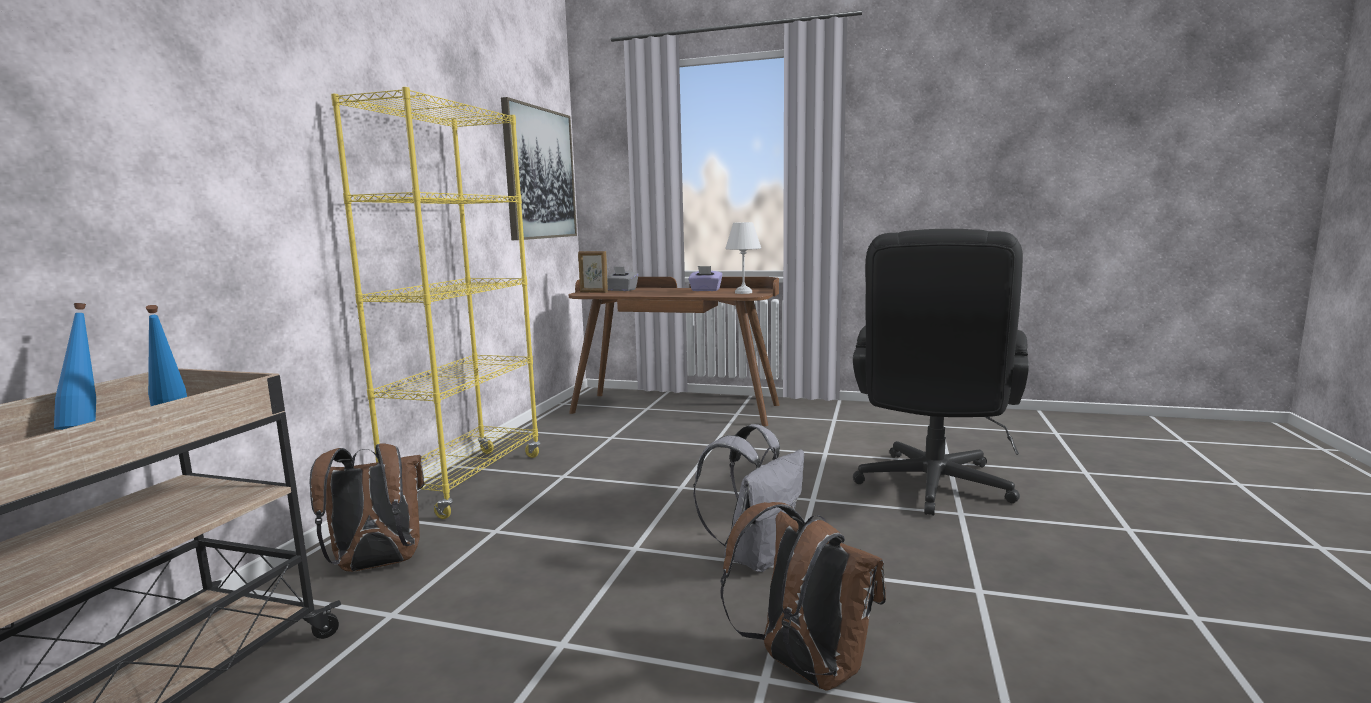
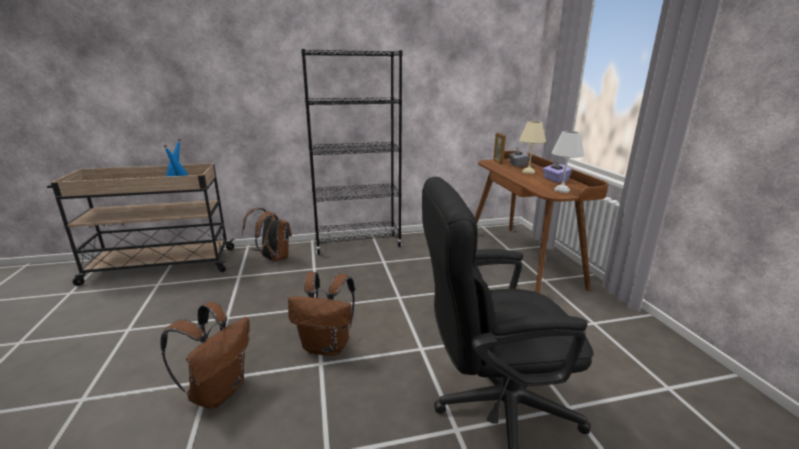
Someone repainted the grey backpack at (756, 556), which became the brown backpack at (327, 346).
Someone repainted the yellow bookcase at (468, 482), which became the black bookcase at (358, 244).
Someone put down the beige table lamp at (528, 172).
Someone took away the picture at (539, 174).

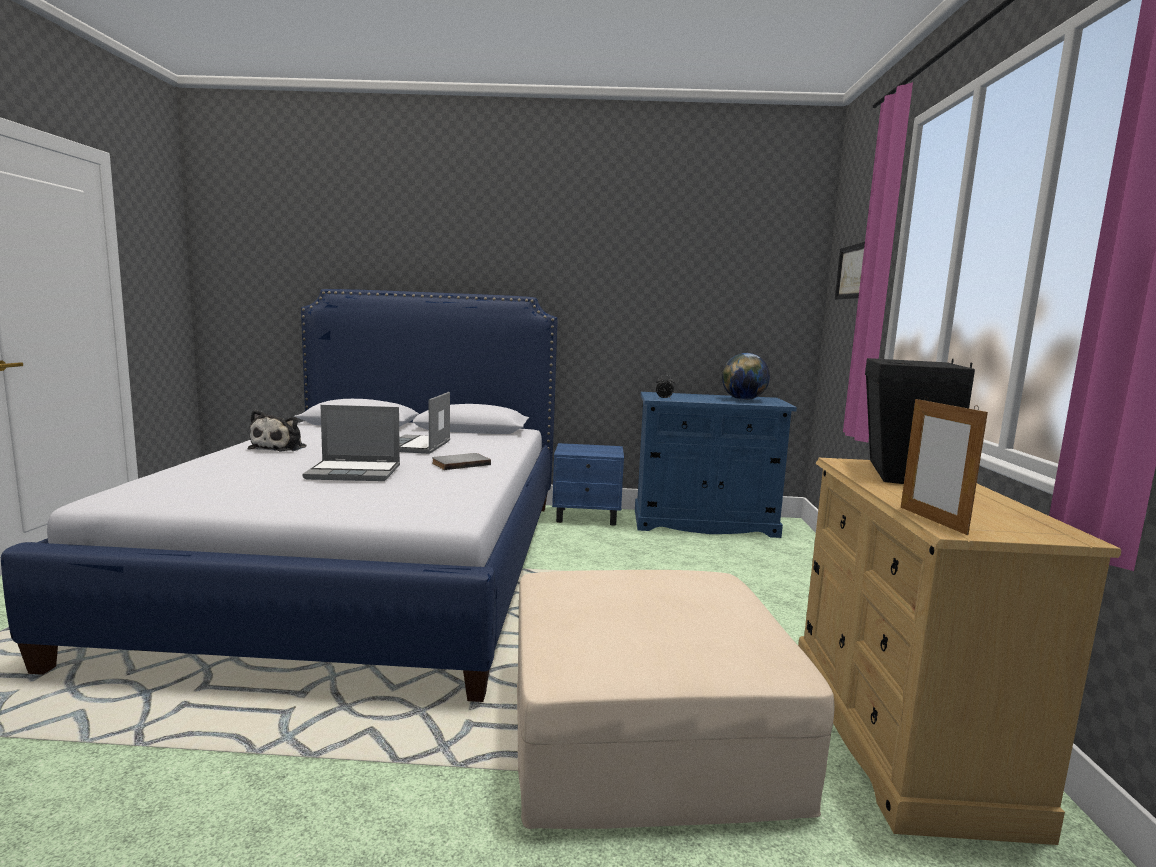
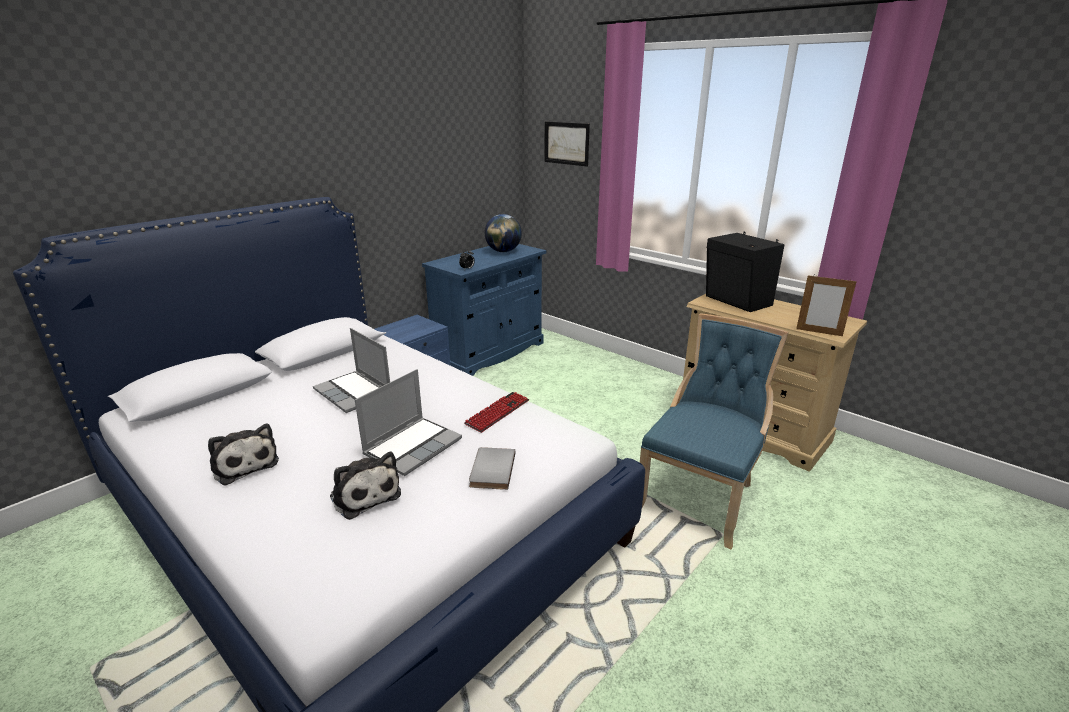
Someone put down the plush toy at (364, 494).
Someone put down the keyboard at (497, 412).
Someone carried the grey book from (460, 463) to (490, 470).
Someone swapped the beige ottoman at (647, 731) for the blue chair at (700, 496).

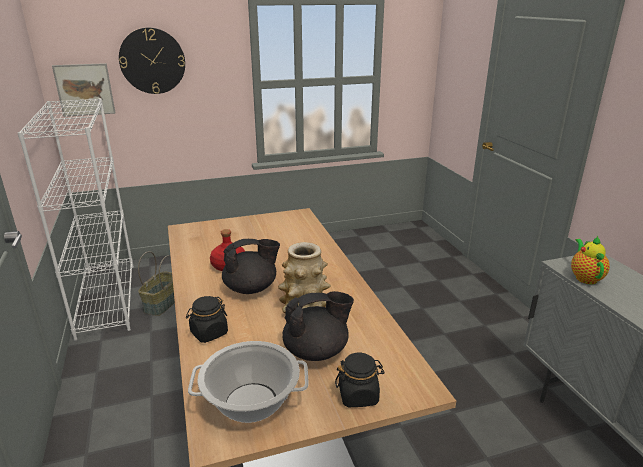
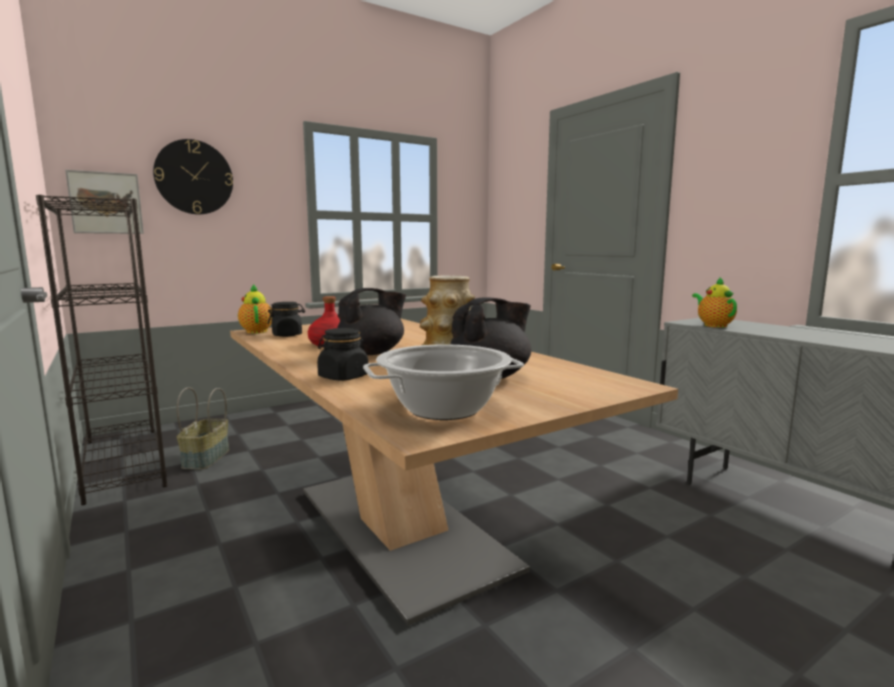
Someone repainted the white bookcase at (106, 298), which became the black bookcase at (122, 462).
Someone put down the teapot at (256, 331).
Someone carried the black jar from (358, 395) to (287, 335).

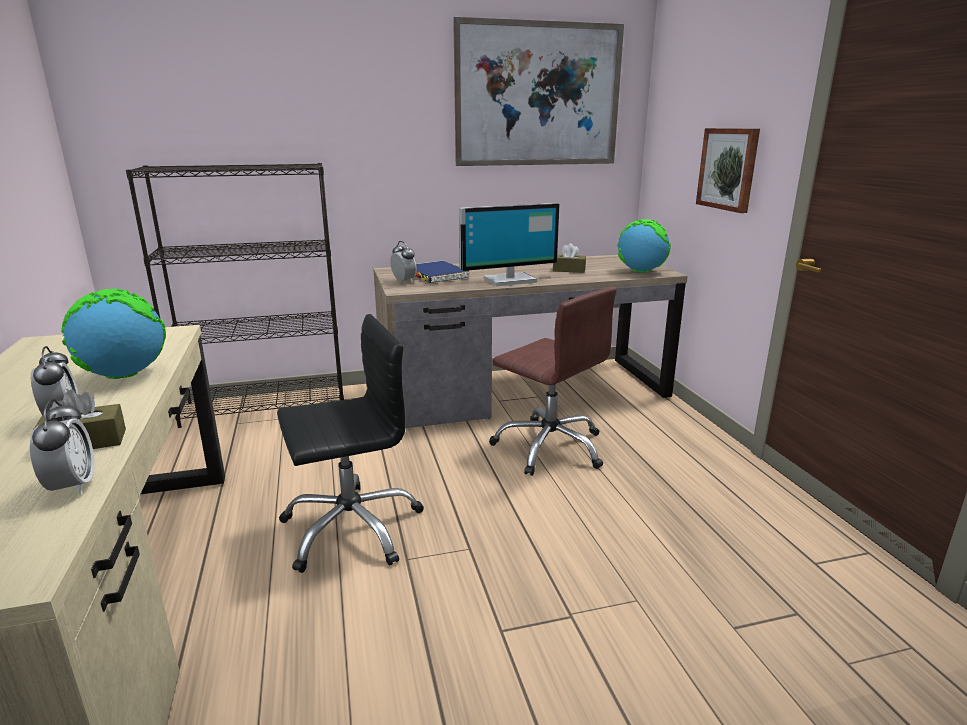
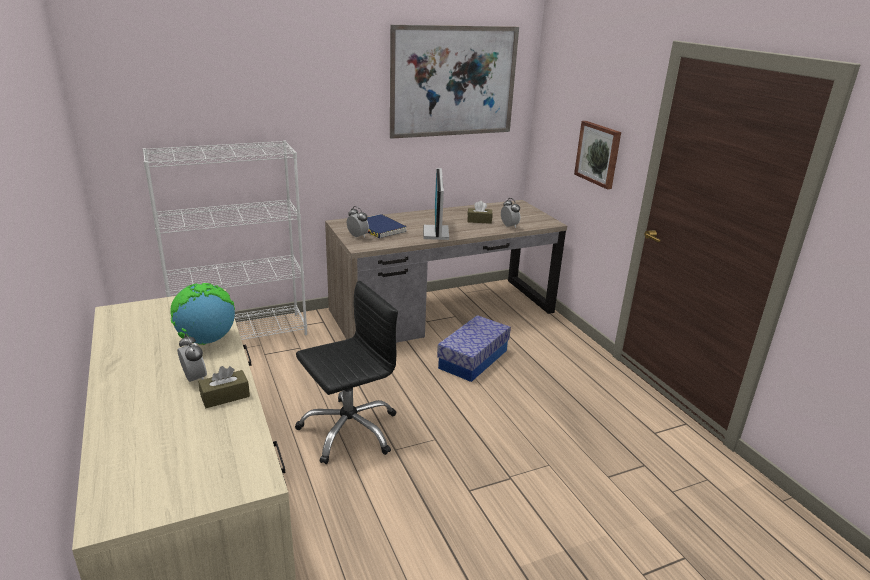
Someone repainted the black bookcase at (266, 405), which became the white bookcase at (242, 334).
Someone rotated the monitor at (509, 280) by 120 degrees clockwise.
Someone swapped the brown office chair at (550, 447) for the storage box at (473, 359).
Someone carried the alarm clock from (72, 486) to (509, 226).
Someone took away the globe at (640, 271).

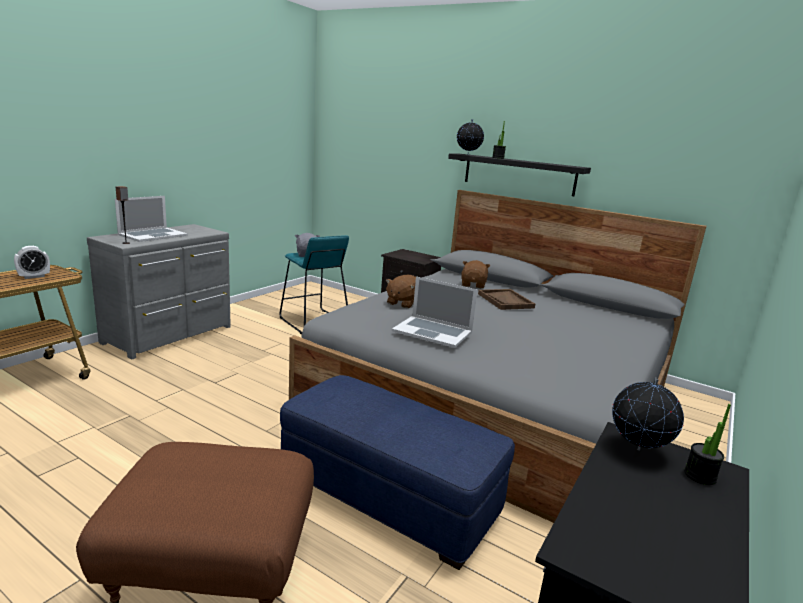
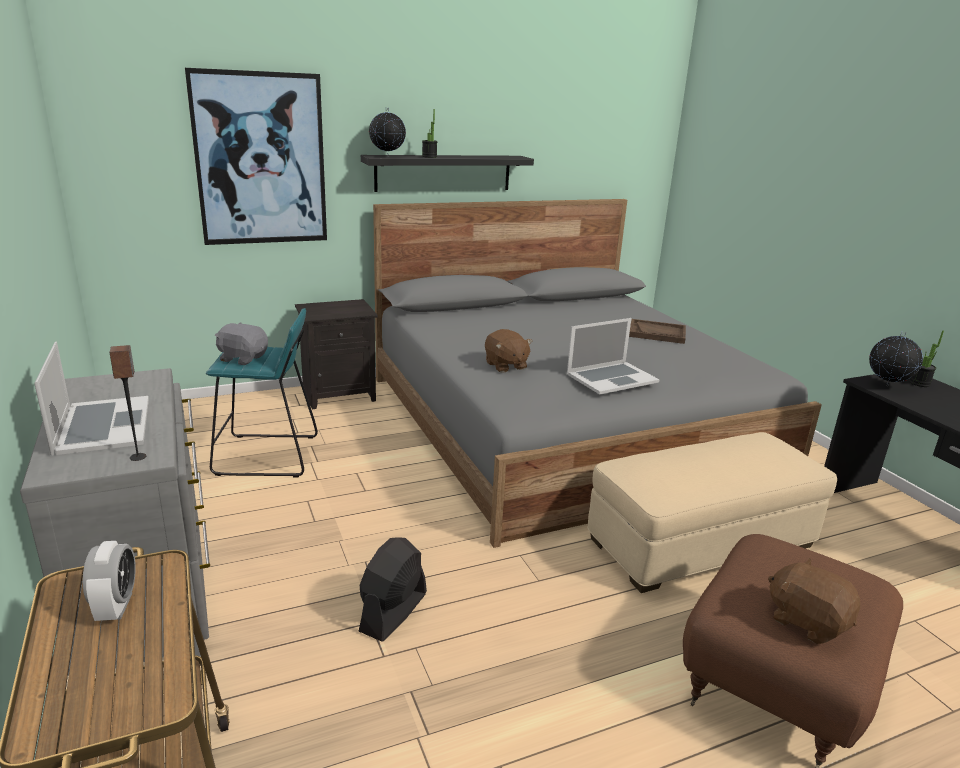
Someone put up the picture at (261, 160).
Someone put down the black fan at (393, 612).
Someone repainted the blue ottoman at (388, 494), which became the beige ottoman at (700, 543).
Someone carried the brown tray from (505, 301) to (657, 333).
Someone carried the brown plush toy from (473, 285) to (807, 621).

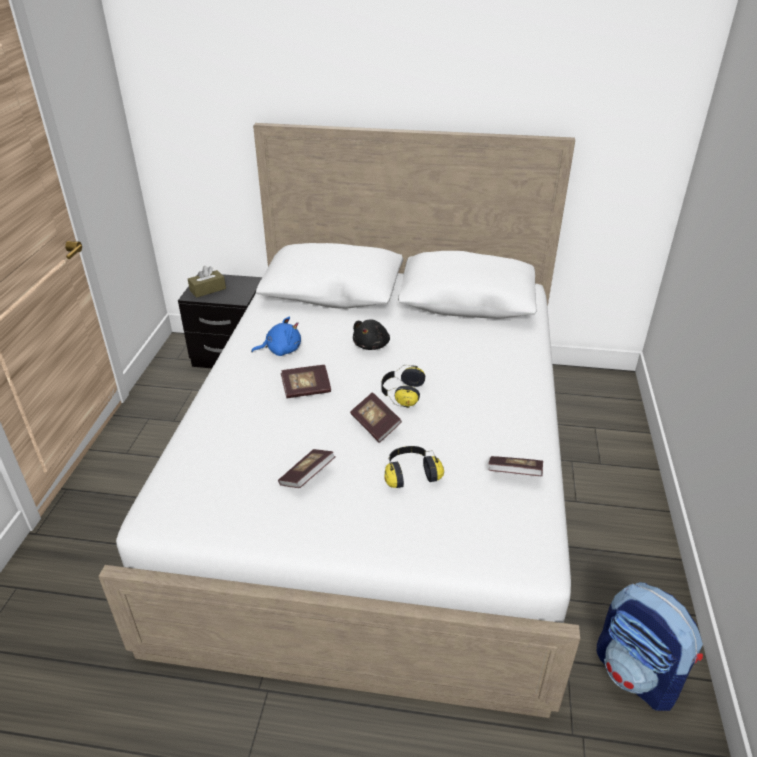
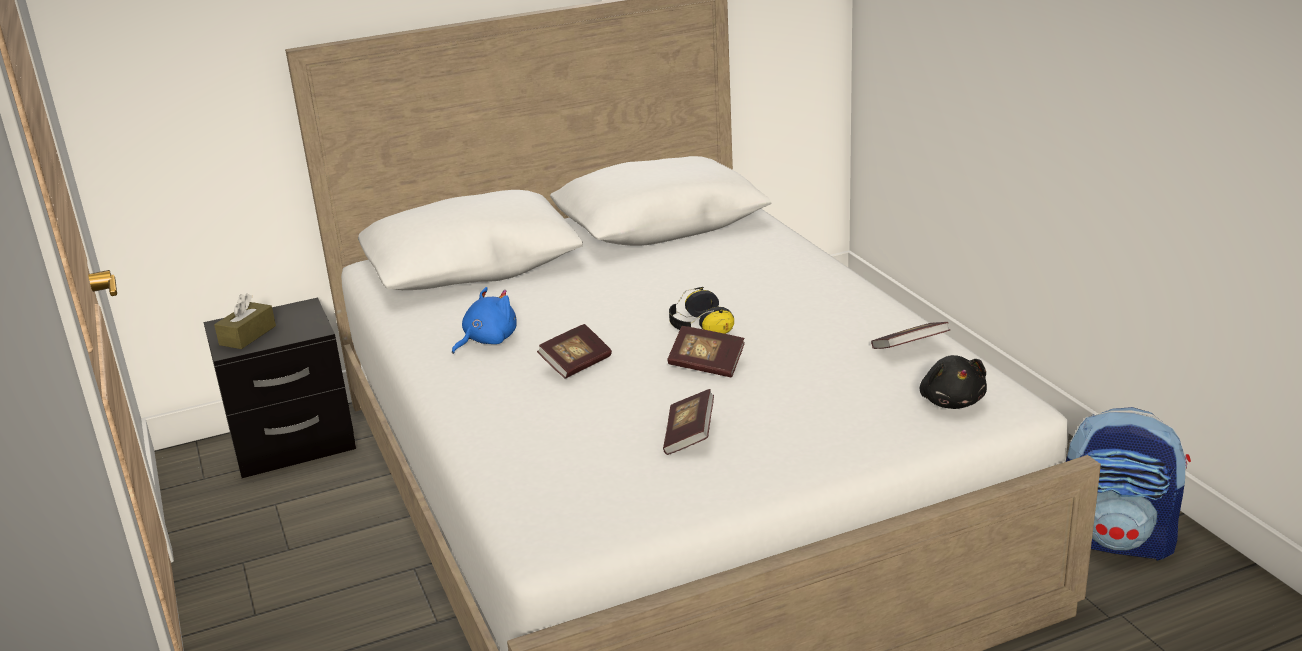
Someone carried the black plush toy from (372, 345) to (951, 401).
Someone took away the headphones at (410, 474).

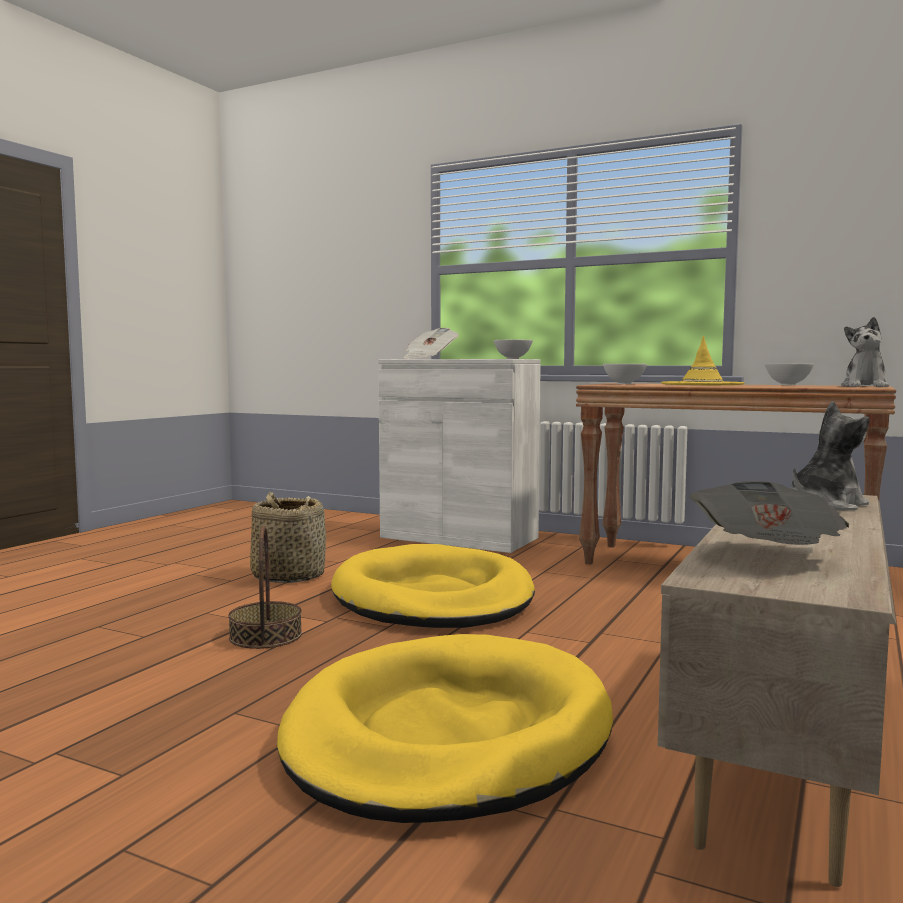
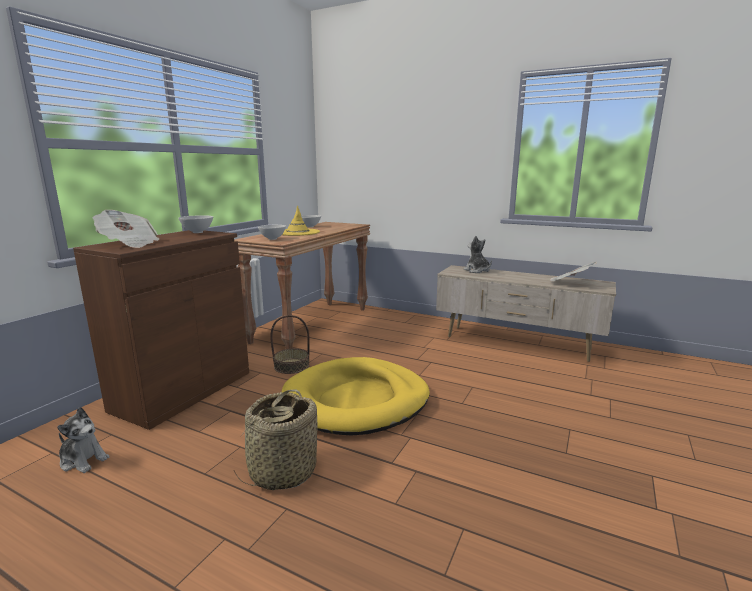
Someone carried the plush toy from (865, 386) to (83, 460).
Someone repainted the white cabinet at (459, 537), which became the brown cabinet at (183, 391).
Someone carried the basket from (266, 636) to (291, 366).
Someone took away the yellow dog bed at (448, 735).

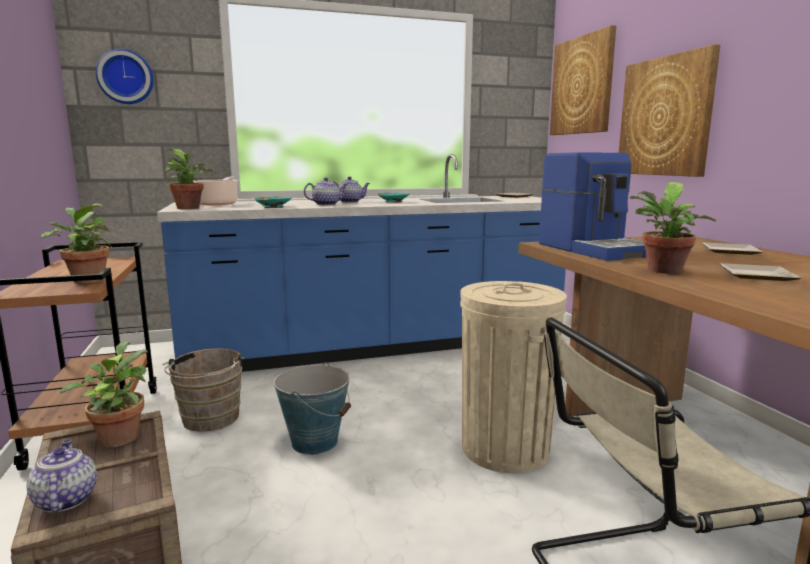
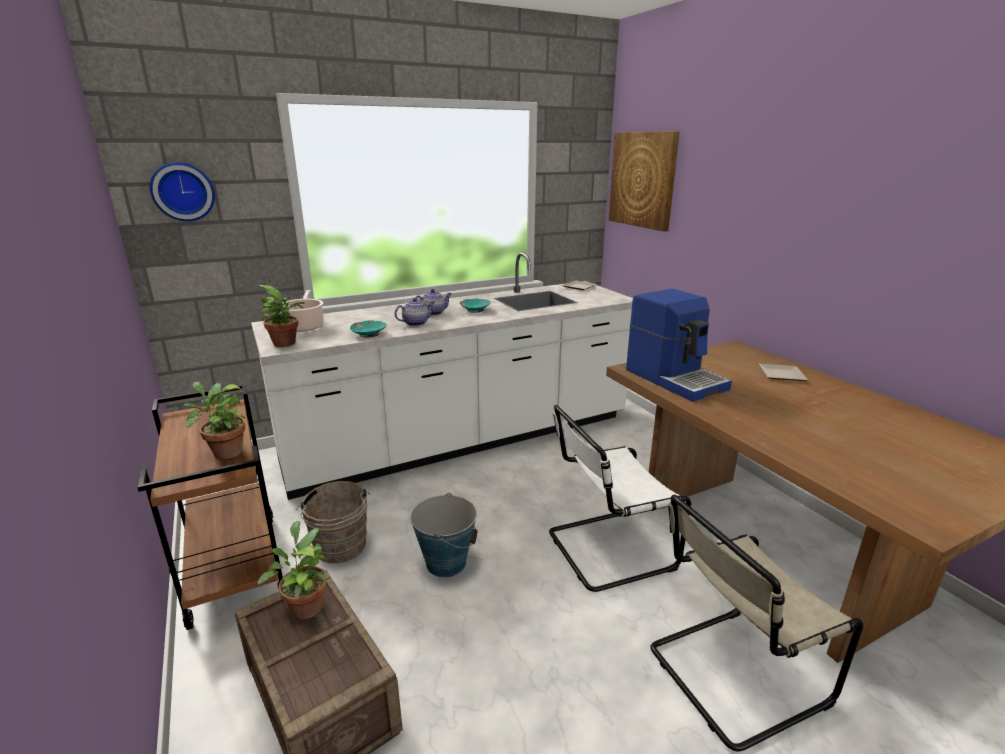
Someone repainted the blue counter at (377, 346), which became the white counter at (462, 440).
Someone swapped the beige trash can at (505, 448) for the white chair at (606, 550).
Someone took away the teapot at (65, 499).
Someone took away the picture at (665, 117).
Someone took away the potted plant at (663, 271).
Someone took away the plate at (754, 275).

